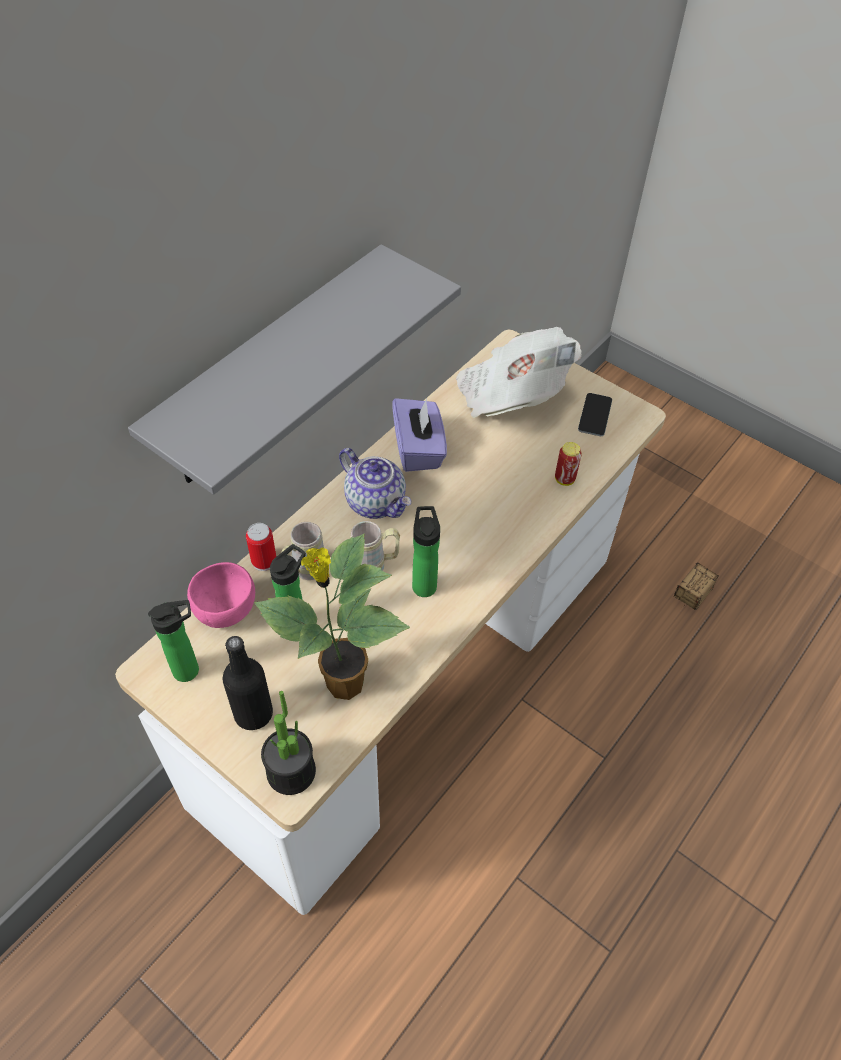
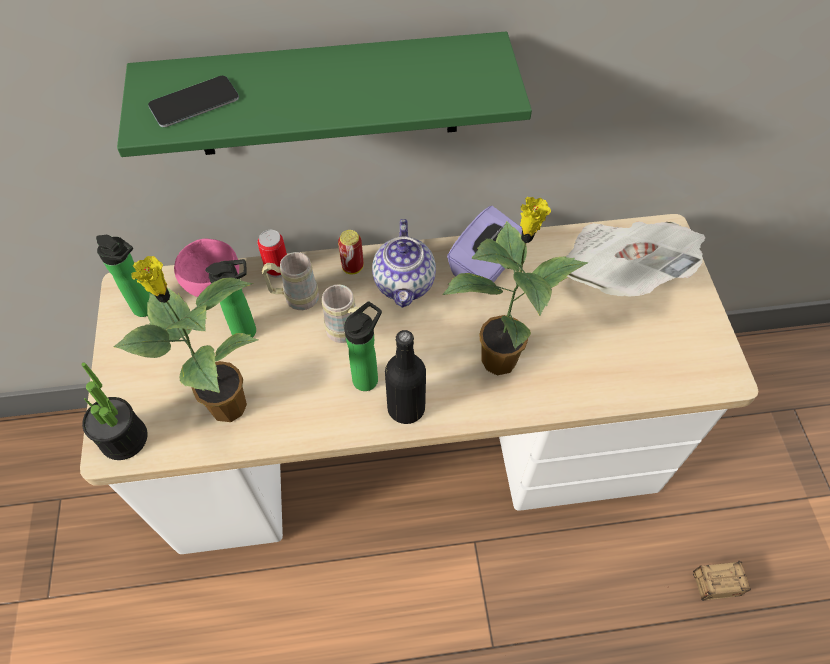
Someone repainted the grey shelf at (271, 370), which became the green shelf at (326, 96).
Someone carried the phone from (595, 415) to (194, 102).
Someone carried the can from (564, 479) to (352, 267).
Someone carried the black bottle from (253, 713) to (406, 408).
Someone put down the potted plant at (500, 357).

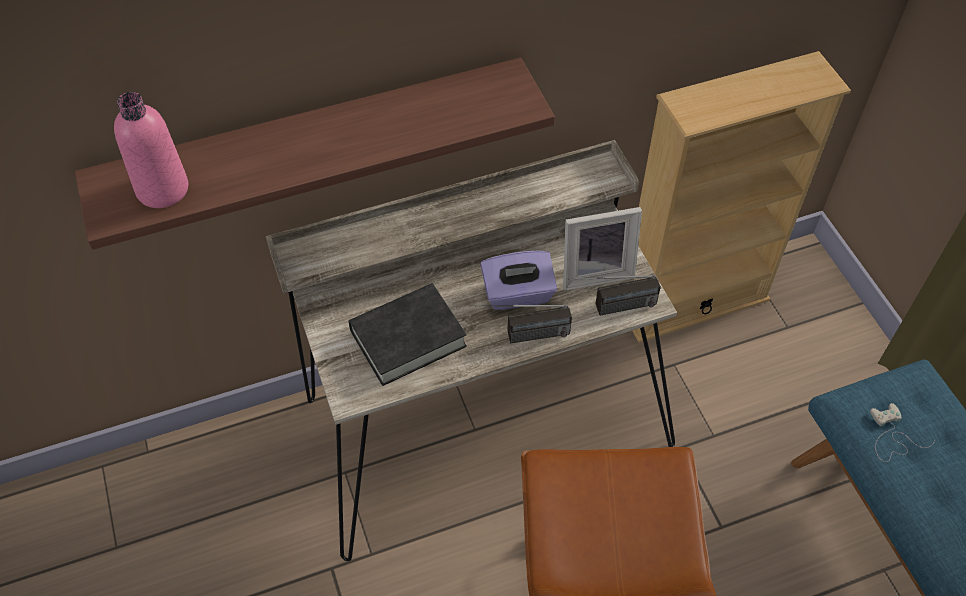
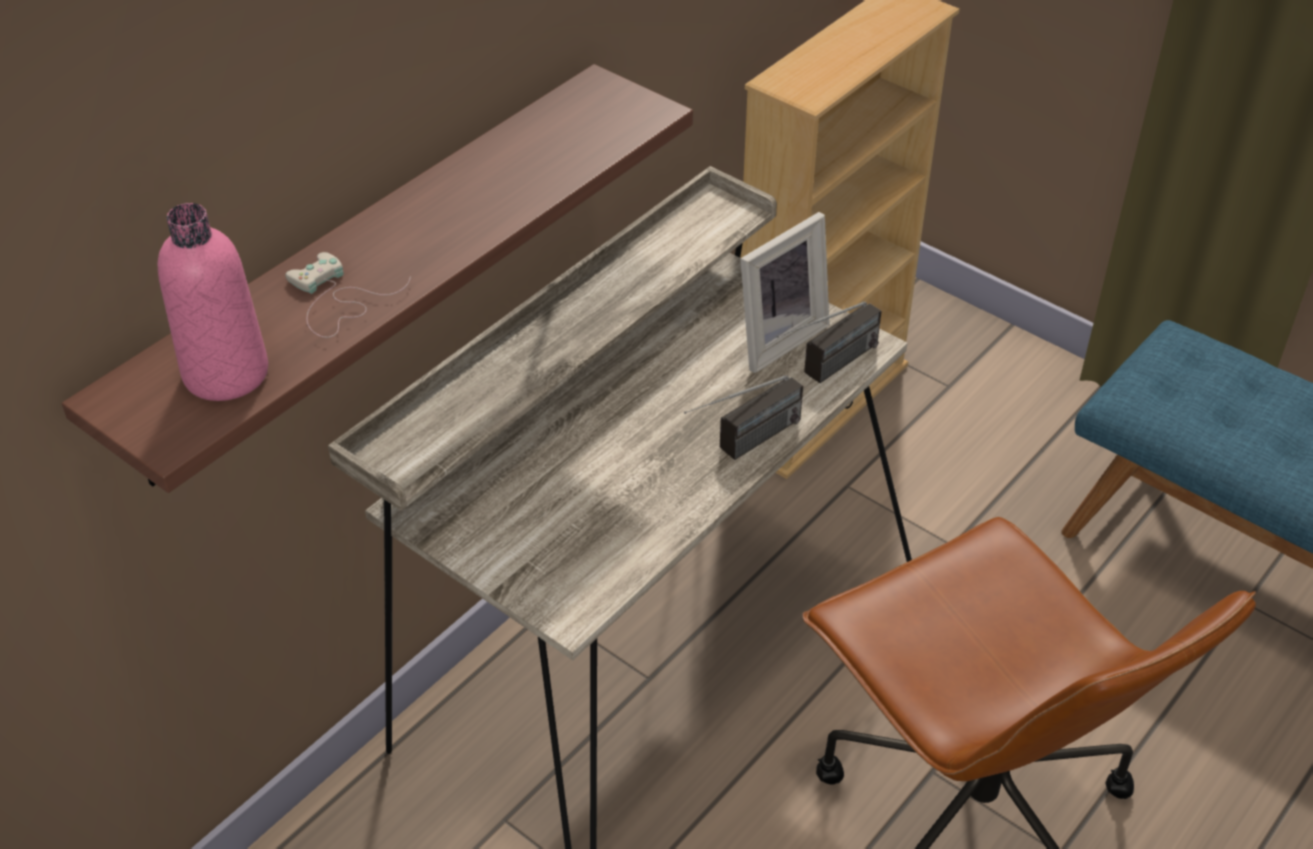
Someone carried the white game controller from (892, 436) to (336, 300).
Someone took away the black book at (408, 338).
Someone took away the purple tissue box at (518, 294).

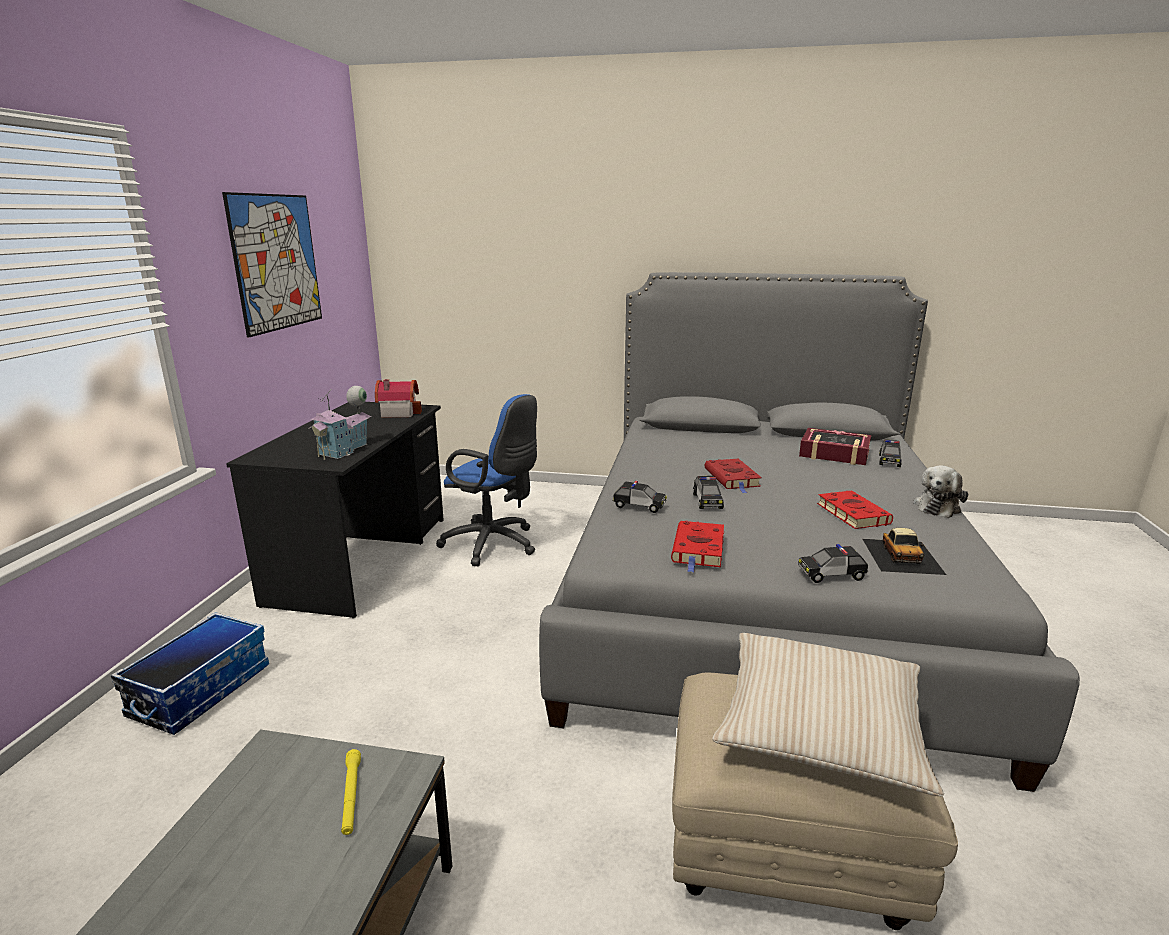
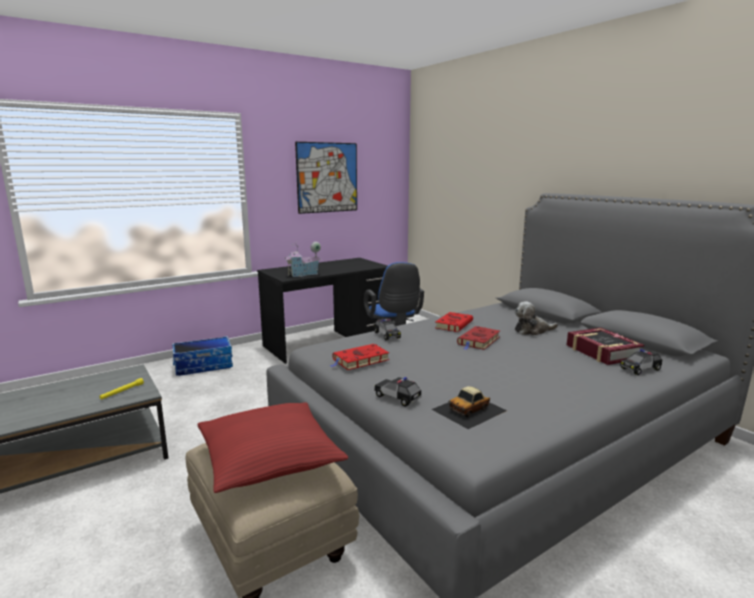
Someone repainted the beige pillow at (820, 725), which became the red pillow at (269, 457).
Someone carried the red book from (851, 513) to (454, 324).
Someone carried the plush toy from (938, 506) to (532, 331).
Someone took away the toy house at (398, 412).
Someone took away the toy car at (707, 501).

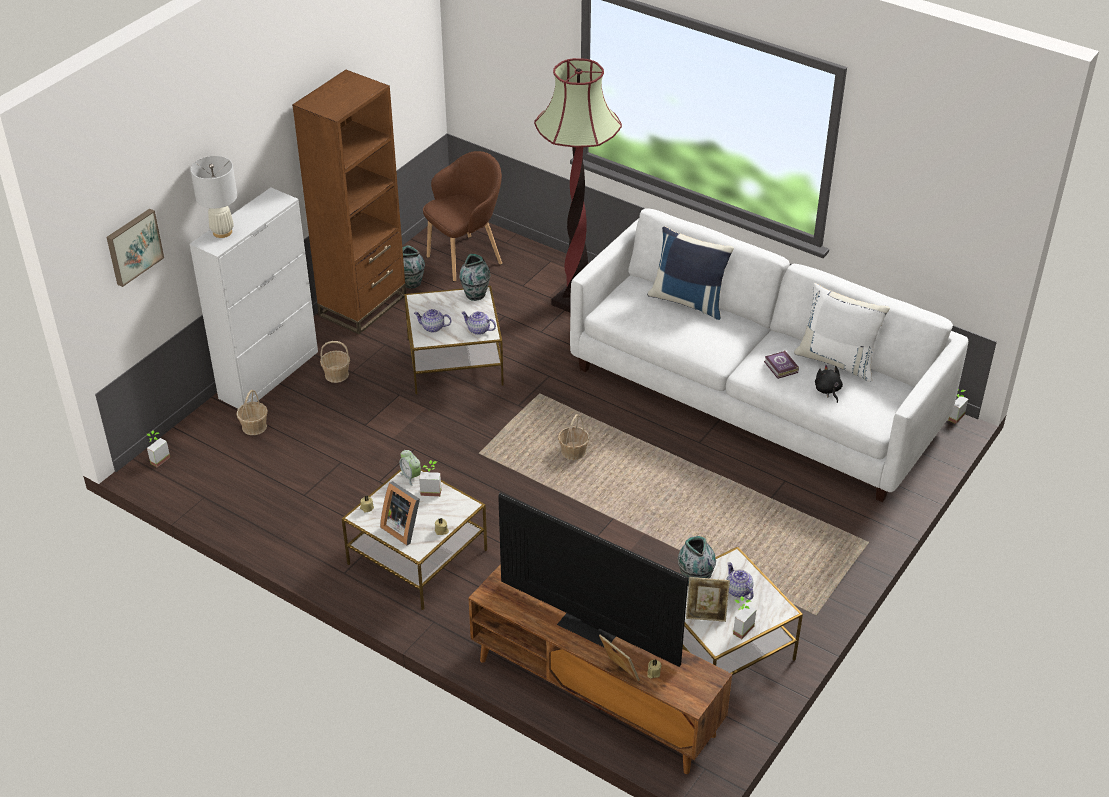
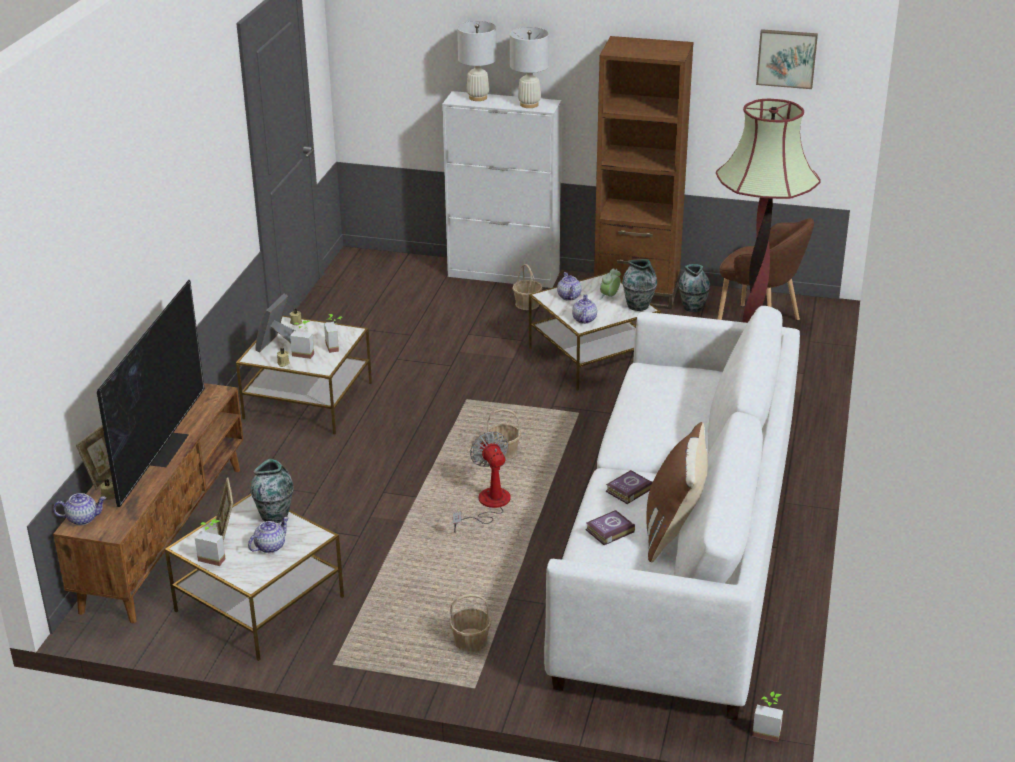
Someone put down the teapot at (83, 518).
Someone carried the potted plant from (157, 459) to (304, 353).
Someone carried the basket from (254, 426) to (471, 642).
Someone put down the fan at (487, 505).
Someone put down the white table lamp at (529, 104).
Someone swapped the black plush toy at (827, 390) for the book at (608, 531).
Someone carried the alarm clock from (411, 476) to (609, 296).
Someone repainted the white pillow at (837, 360), which became the brown pillow at (674, 530).
Someone carried the picture from (133, 246) to (786, 58).
Someone took away the blue pillow at (688, 301).

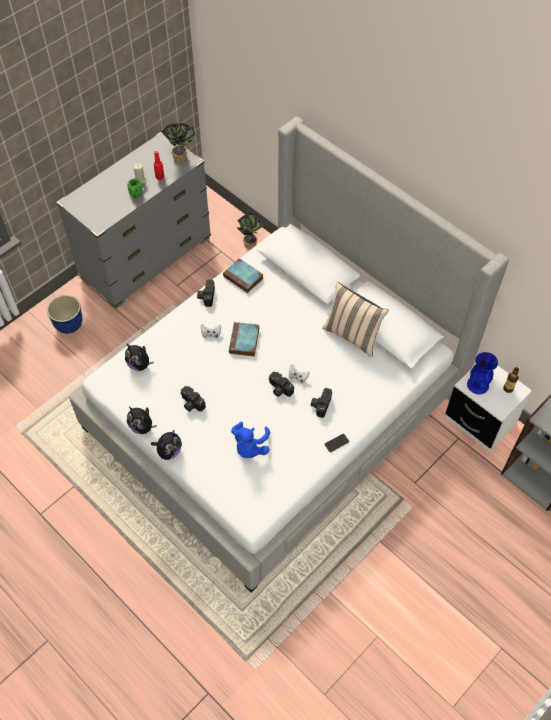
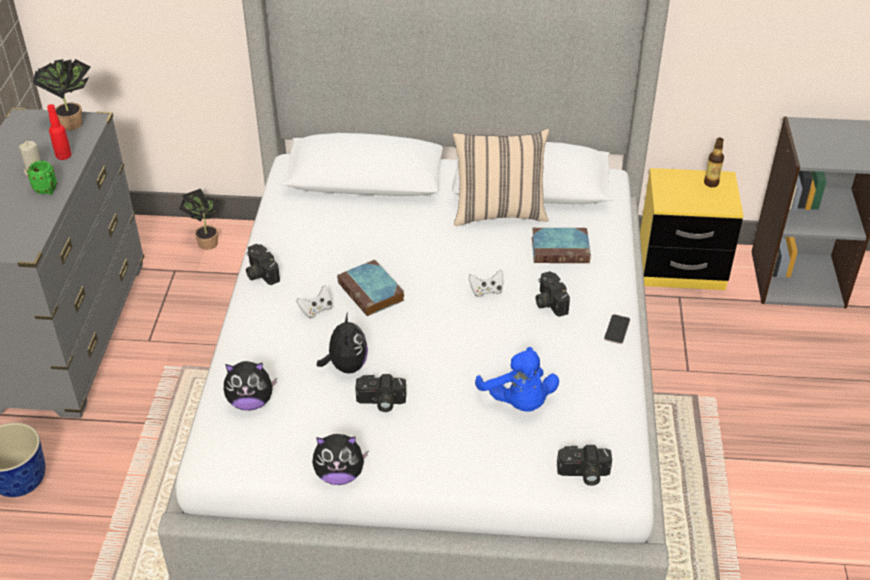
Someone carried the plush toy from (169, 451) to (346, 366).
Someone carried the book from (244, 278) to (561, 249).
Someone carried the photo camera from (279, 389) to (583, 474).
Someone repainted the white nightstand at (480, 421), which became the yellow nightstand at (681, 267).
Someone took away the blue vase at (478, 385).

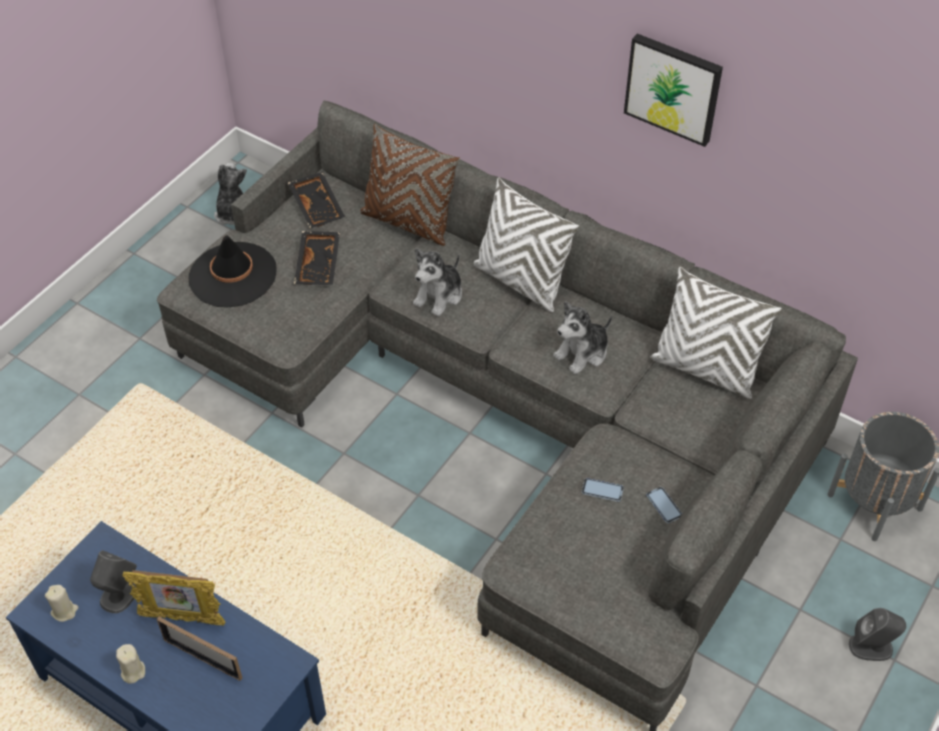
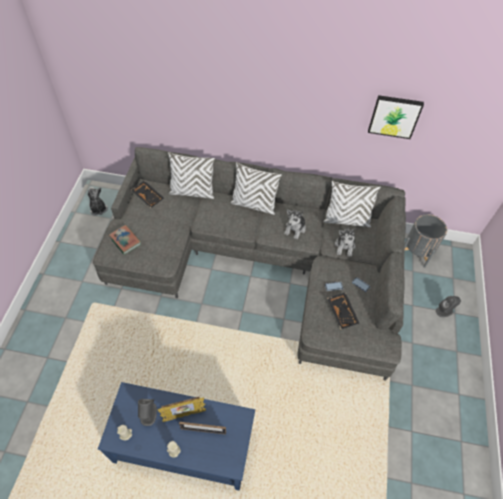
Someone swapped the black hat at (232, 275) for the book at (125, 241).
Someone repainted the brown pillow at (408, 222), which became the white pillow at (192, 192).
Someone carried the black tray from (319, 264) to (342, 312).
Someone carried the plush toy from (439, 295) to (344, 246).
Someone carried the picture from (673, 88) to (394, 116).

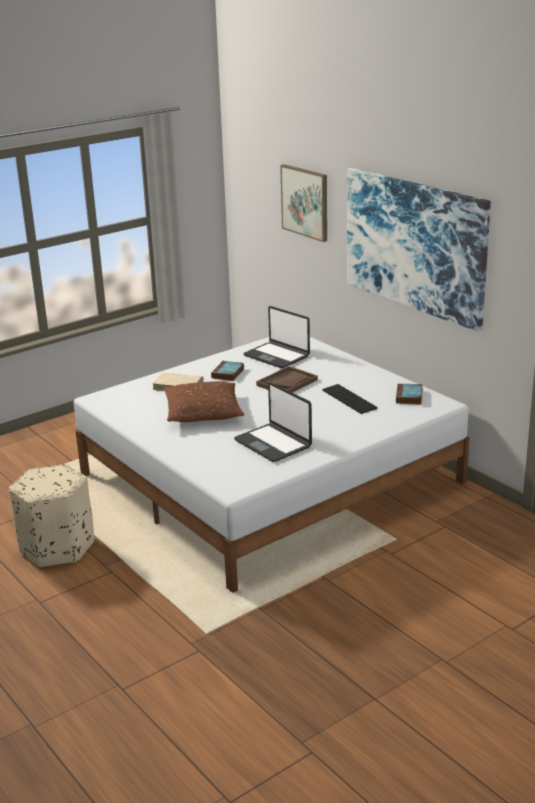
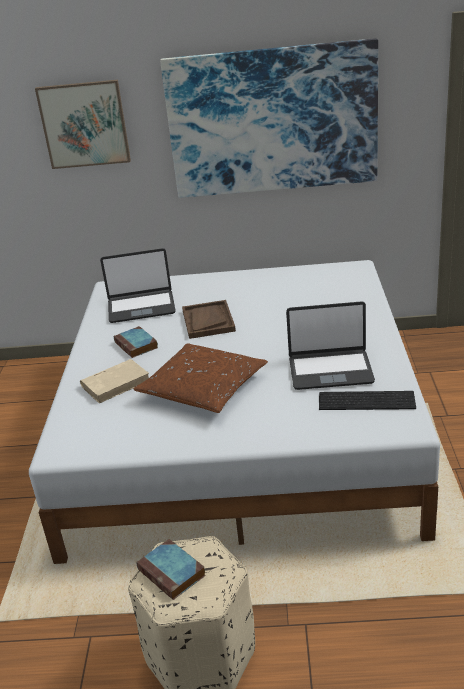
Someone carried the book from (409, 397) to (173, 573).
Someone carried the keyboard from (350, 399) to (367, 400).

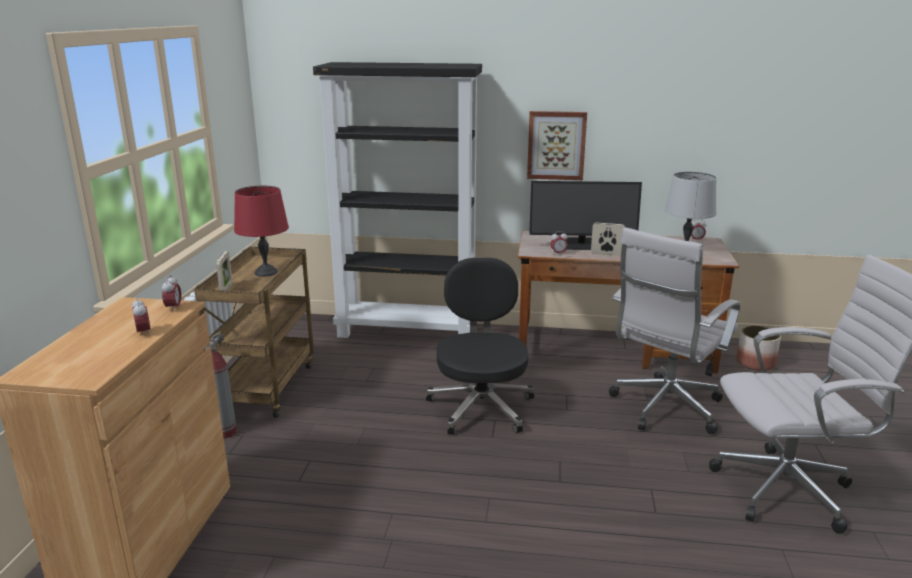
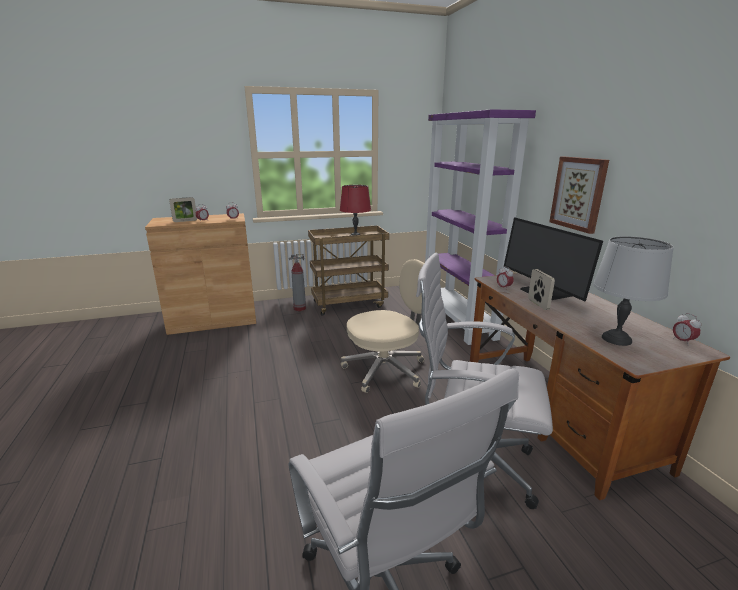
Someone carried the picture frame from (226, 289) to (185, 221).
Someone repainted the black office chair at (481, 406), which became the beige office chair at (386, 369).
Someone repainted the black bookcase at (408, 331), which became the purple bookcase at (459, 320).
Someone took away the planter at (756, 363).

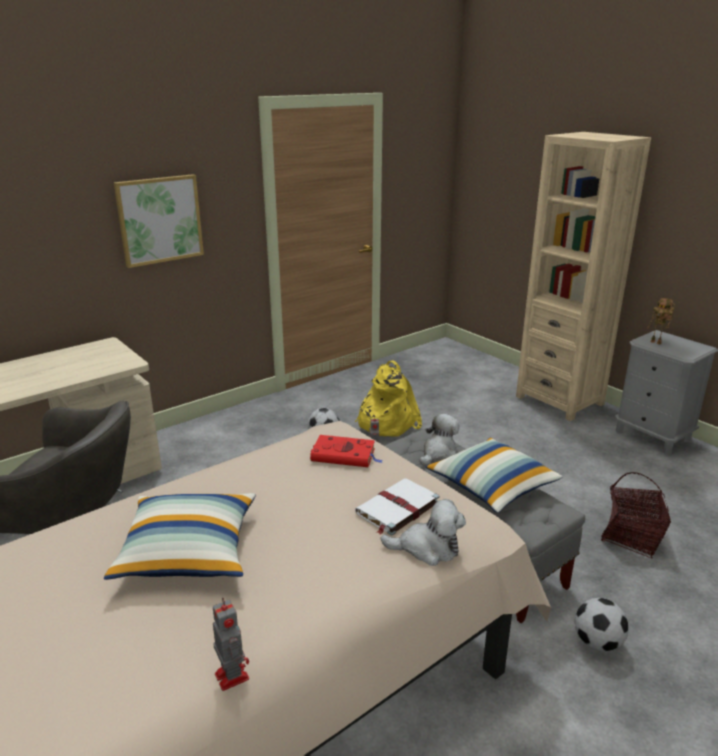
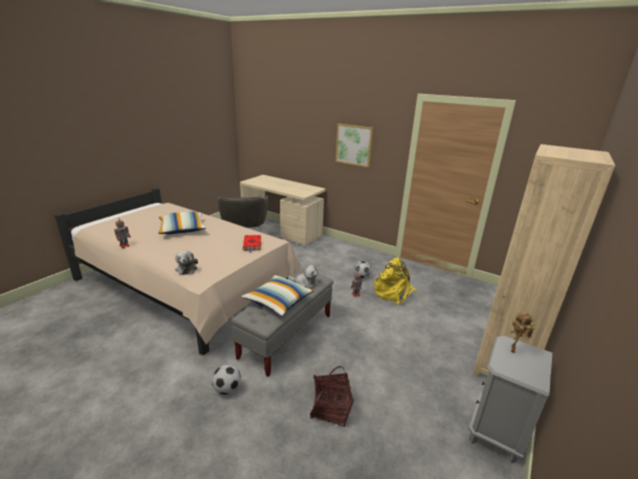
Someone took away the white book at (397, 509).

